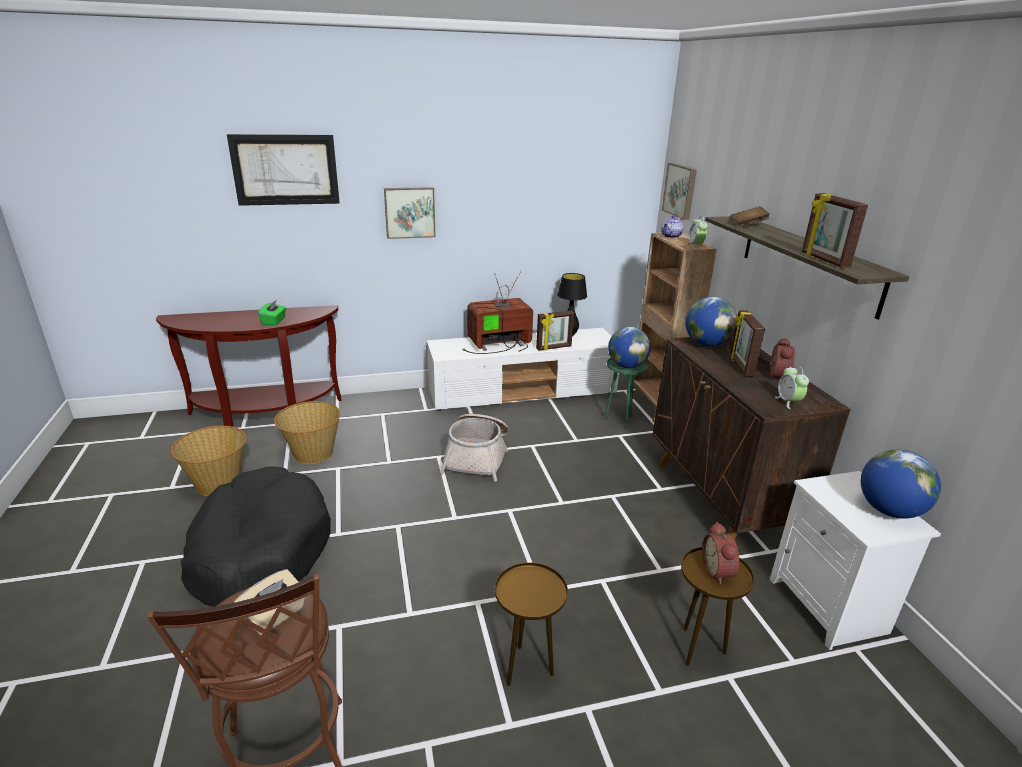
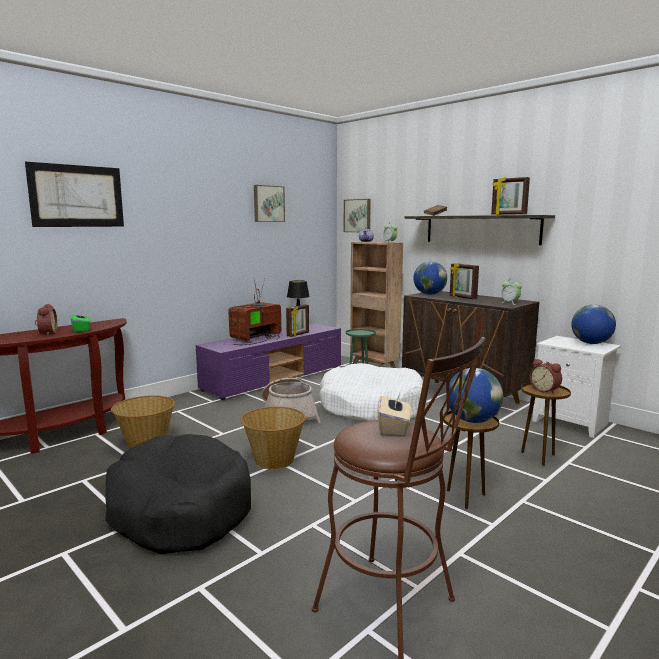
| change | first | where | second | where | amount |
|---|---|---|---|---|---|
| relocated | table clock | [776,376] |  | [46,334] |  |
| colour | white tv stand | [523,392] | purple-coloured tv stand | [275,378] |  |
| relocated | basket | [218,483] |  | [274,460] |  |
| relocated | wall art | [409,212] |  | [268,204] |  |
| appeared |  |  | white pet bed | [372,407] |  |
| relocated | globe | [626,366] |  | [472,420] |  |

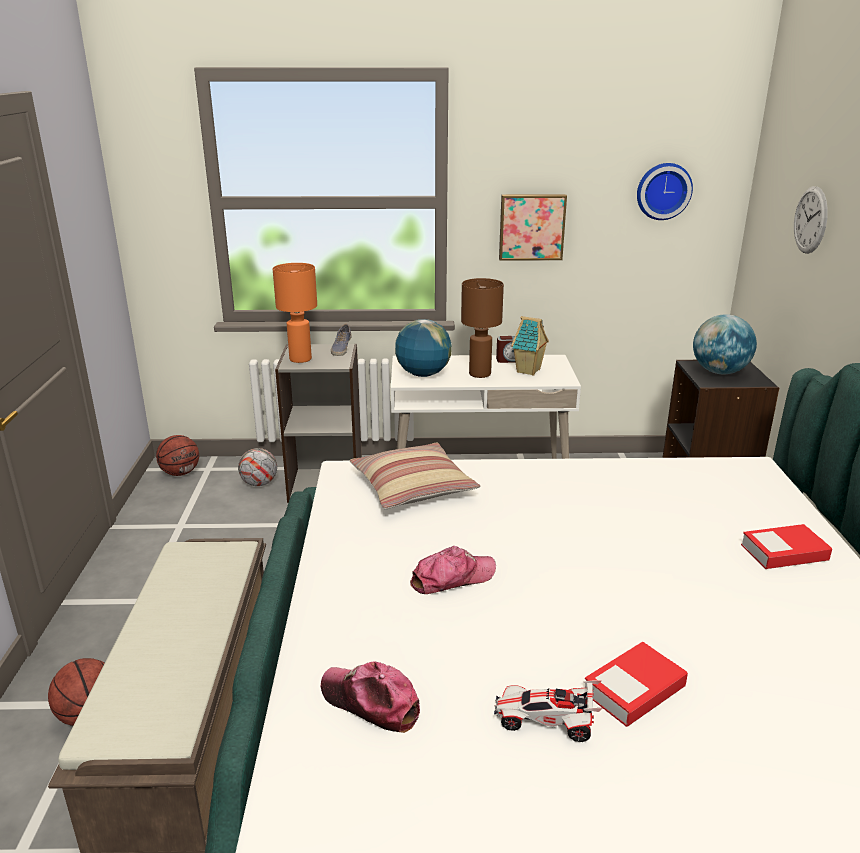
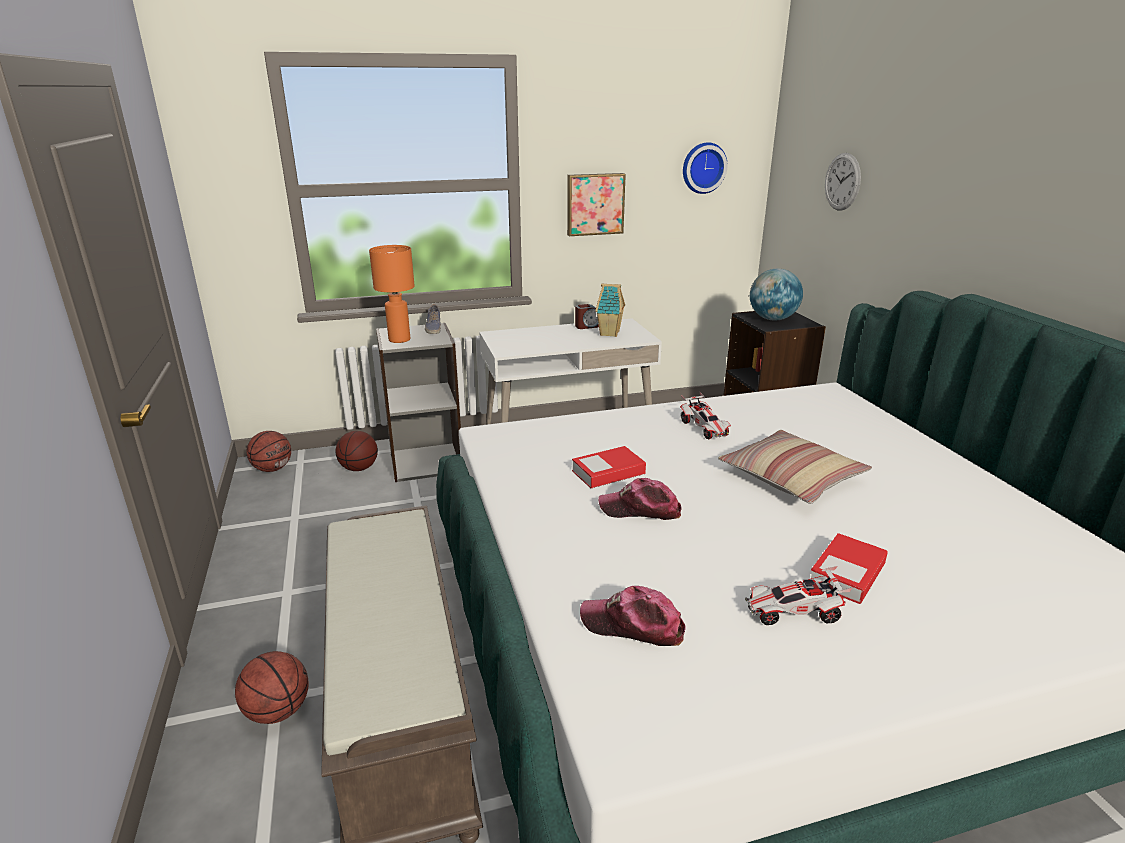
| change | first | where | second | where | amount |
|---|---|---|---|---|---|
| exchanged | ball for football | [259,483] | basketball | [359,468] |  |
| relocated | volume | [784,553] |  | [608,472] |  |
| spun | baseball cap | [452,578] |  | [640,509] | 135 degrees counterclockwise |
| appeared |  |  | model car | [704,428] |  |
| relocated | pillow | [413,487] |  | [791,478] |  |
| missing | globe | [423,374] |  |  |  |
| missing | brown-coloured tabletop lamp | [479,374] |  |  |  |

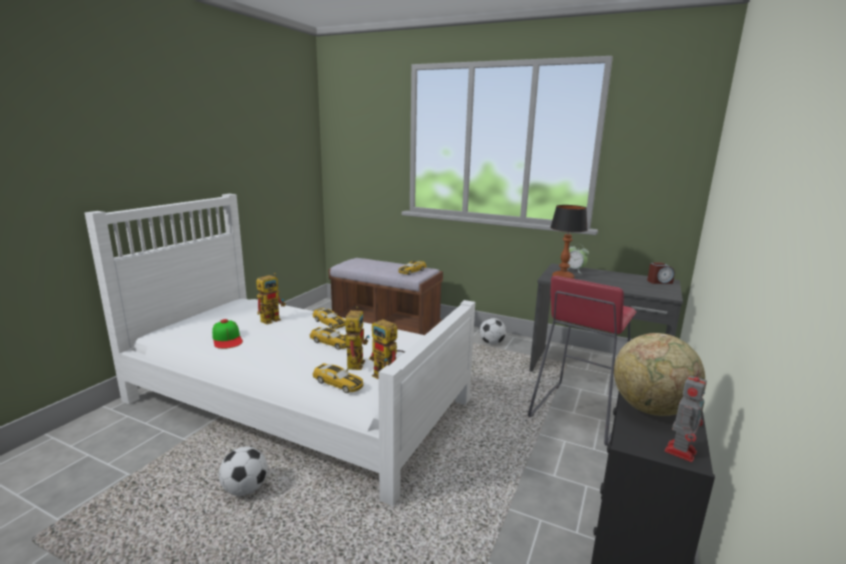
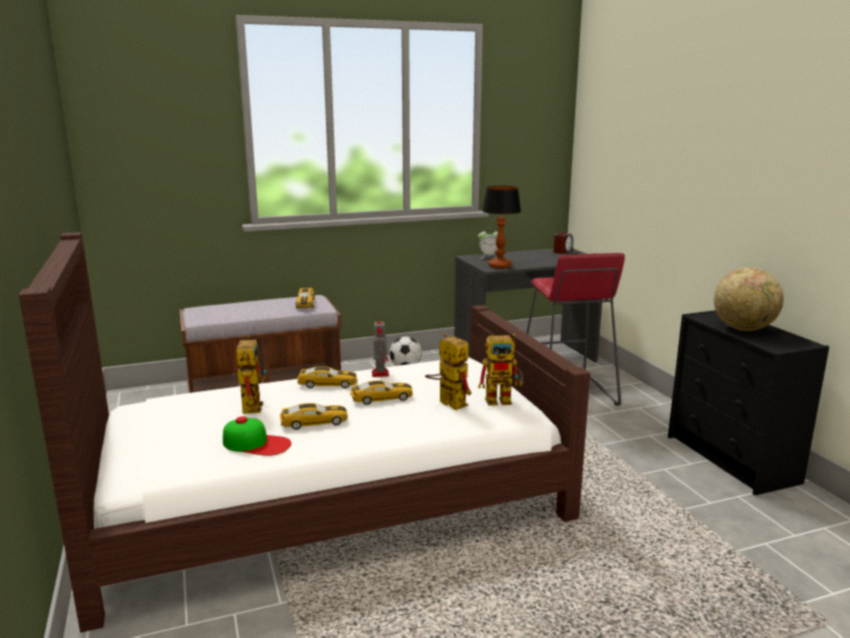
| change | first | where | second | where | amount |
|---|---|---|---|---|---|
| colour | white bedroom bed | [297,400] | brown-coloured bedroom bed | [327,501] |  |
| relocated | model car | [338,383] |  | [314,422] |  |
| relocated | model robot | [680,450] |  | [380,373] |  |
| missing | ball for football | [245,489] |  |  |  |

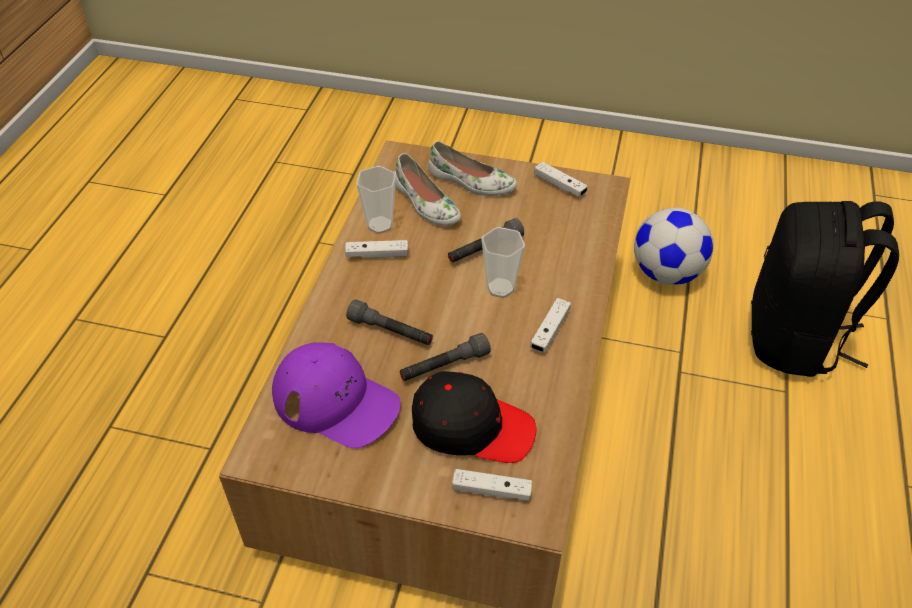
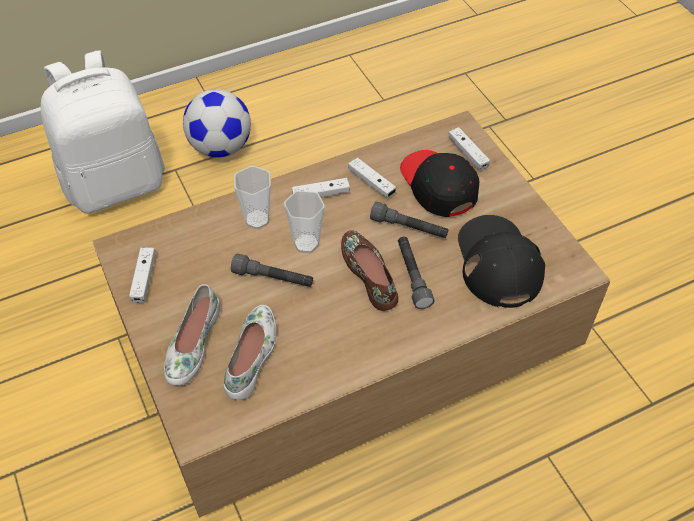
| change | first | where | second | where | amount |
|---|---|---|---|---|---|
| colour | black knapsack | [794,338] | white knapsack | [116,183] |  |
| spun | white item of footwear | [471,182] |  | [192,343] | 150 degrees counterclockwise |
| relocated | ball for football | [666,273] |  | [220,147] |  |
| relocated | small cup | [380,225] |  | [257,219] |  |
| appeared |  |  | brown-coloured item of footwear | [370,274] |  |
| relocated | white game controller | [377,255] |  | [371,183] |  |
| colour | purple-coloured baseball cap | [336,401] | black baseball cap | [498,262] |  |

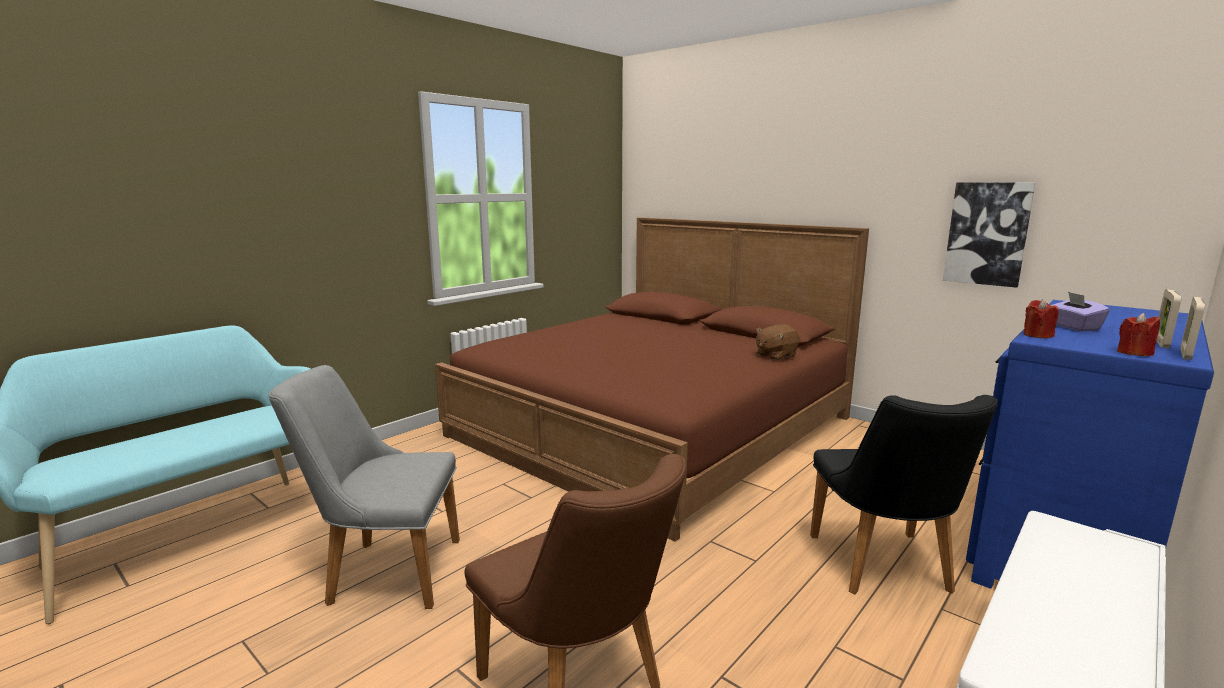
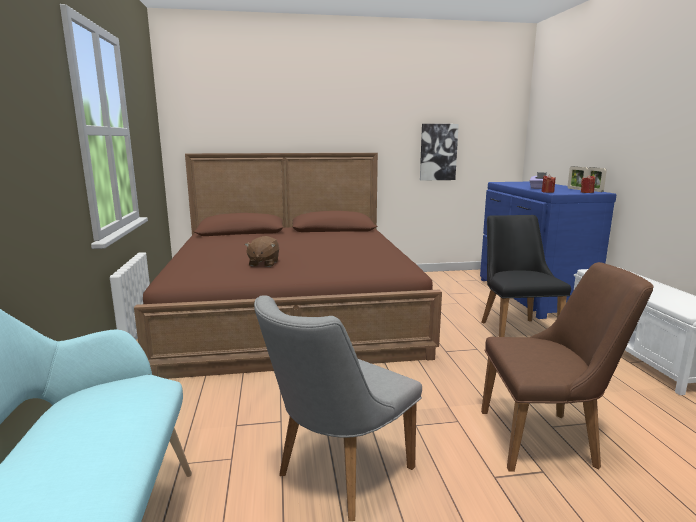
| change | first | where | second | where | amount |
|---|---|---|---|---|---|
| relocated | brown-coloured plush toy | [775,355] |  | [263,263] |  |
| spun | black chair | [885,570] |  | [514,328] | 135 degrees counterclockwise |

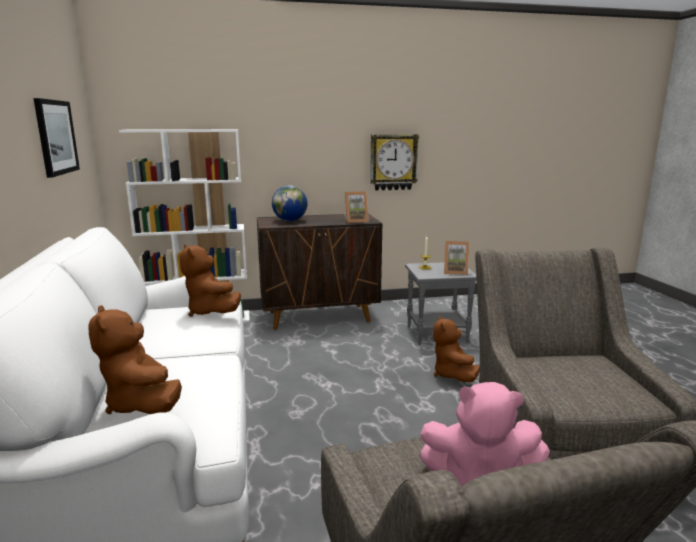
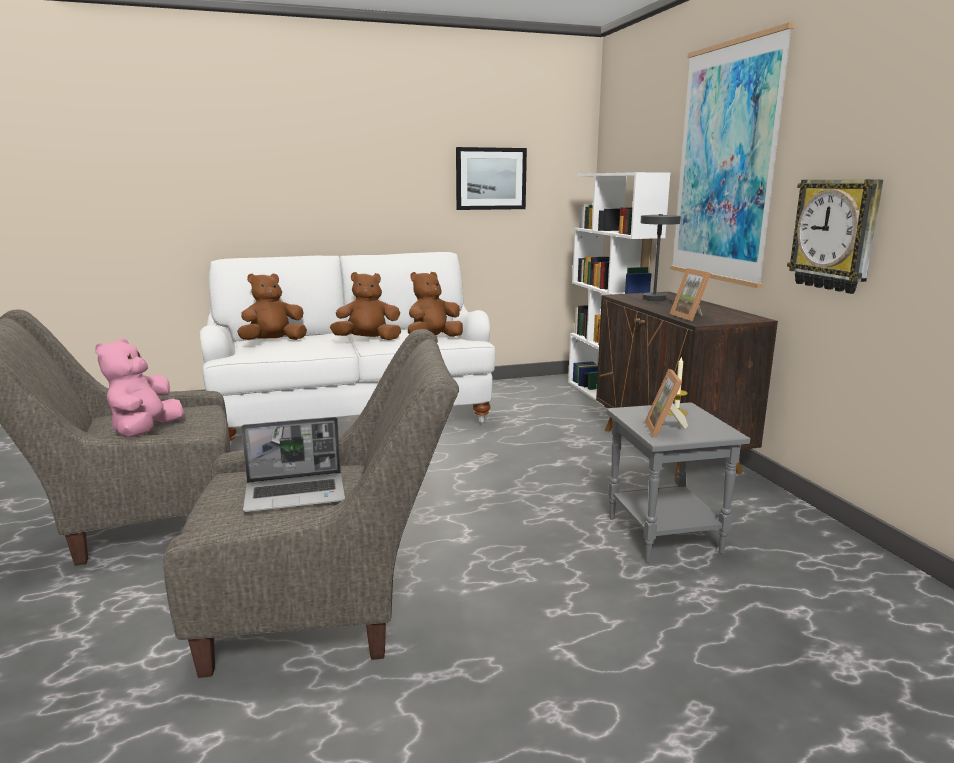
| change | first | where | second | where | amount |
|---|---|---|---|---|---|
| appeared |  |  | laptop | [296,494] |  |
| relocated | brown-coloured plush toy | [452,375] |  | [368,340] |  |
| exchanged | globe | [290,220] | grey tabletop lamp | [658,299] |  |
| appeared |  |  | wall art | [725,164] |  |

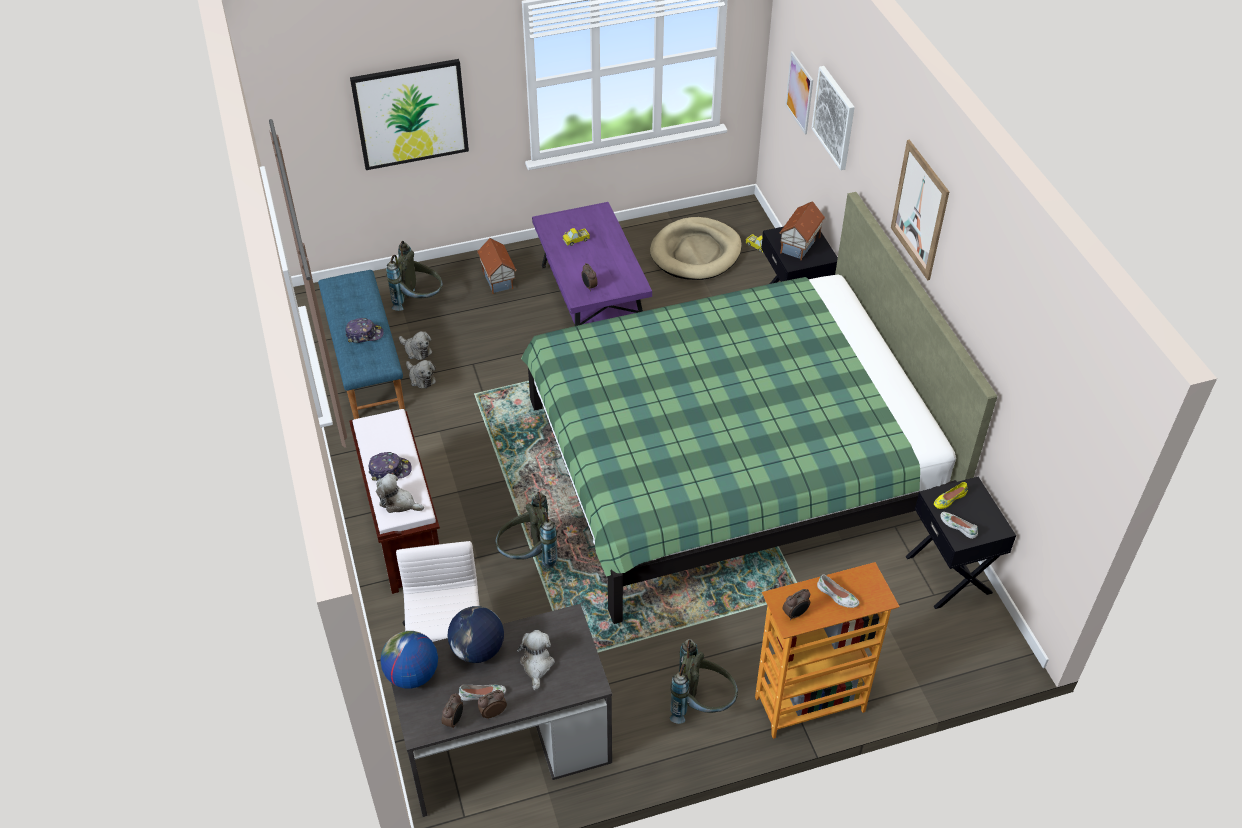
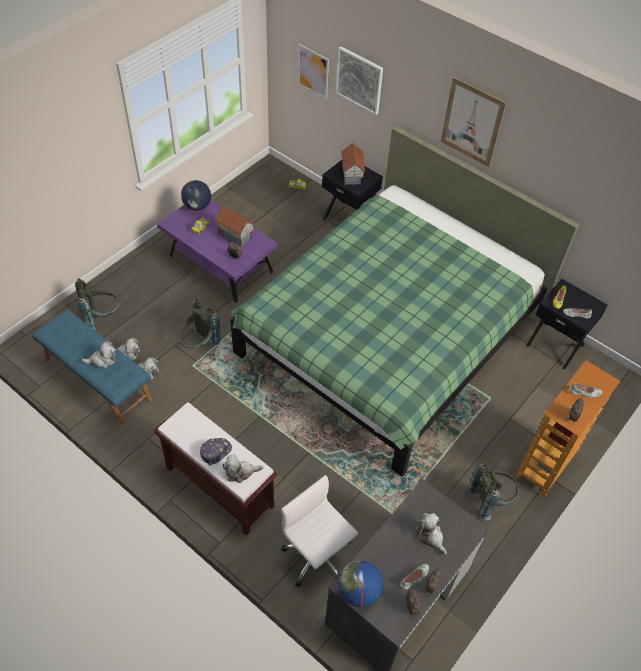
| change | first | where | second | where | amount |
|---|---|---|---|---|---|
| exchanged | baseball cap | [364,334] | plush toy | [102,360] |  |
| relocated | grey knapsack | [528,556] |  | [199,344] |  |
| relocated | globe | [478,650] |  | [197,206] |  |
| relocated | toy house | [499,279] |  | [236,235] |  |
| missing | wall art | [410,114] |  |  |  |
| missing | beige pet bed | [696,252] |  |  |  |

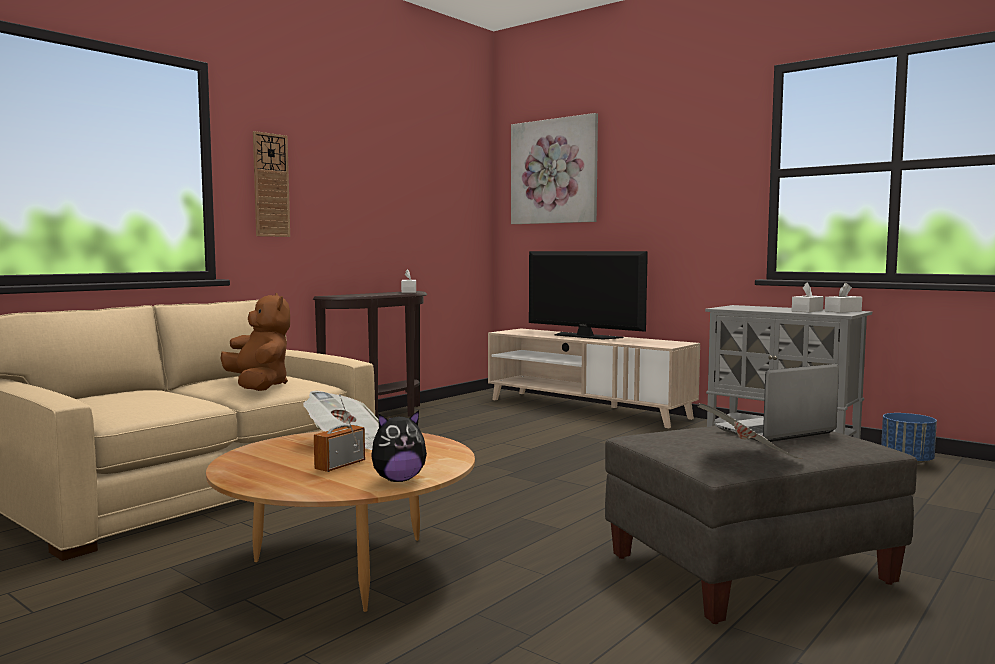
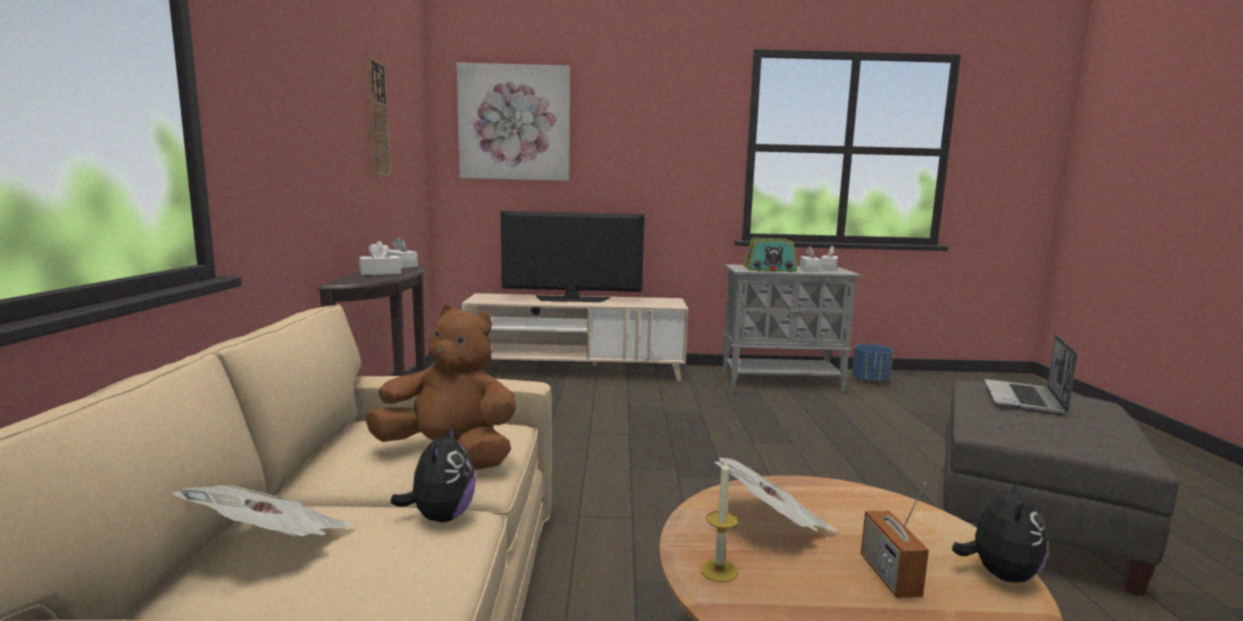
| change | first | where | second | where | amount |
|---|---|---|---|---|---|
| relocated | printed paper | [748,458] |  | [273,545] |  |
| appeared |  |  | white tissue holder | [380,273] |  |
| relocated | clock on the wall | [271,185] |  | [377,119] |  |
| appeared |  |  | plush toy | [441,517] |  |
| appeared |  |  | candle | [719,571] |  |
| appeared |  |  | radio set | [770,269] |  |

